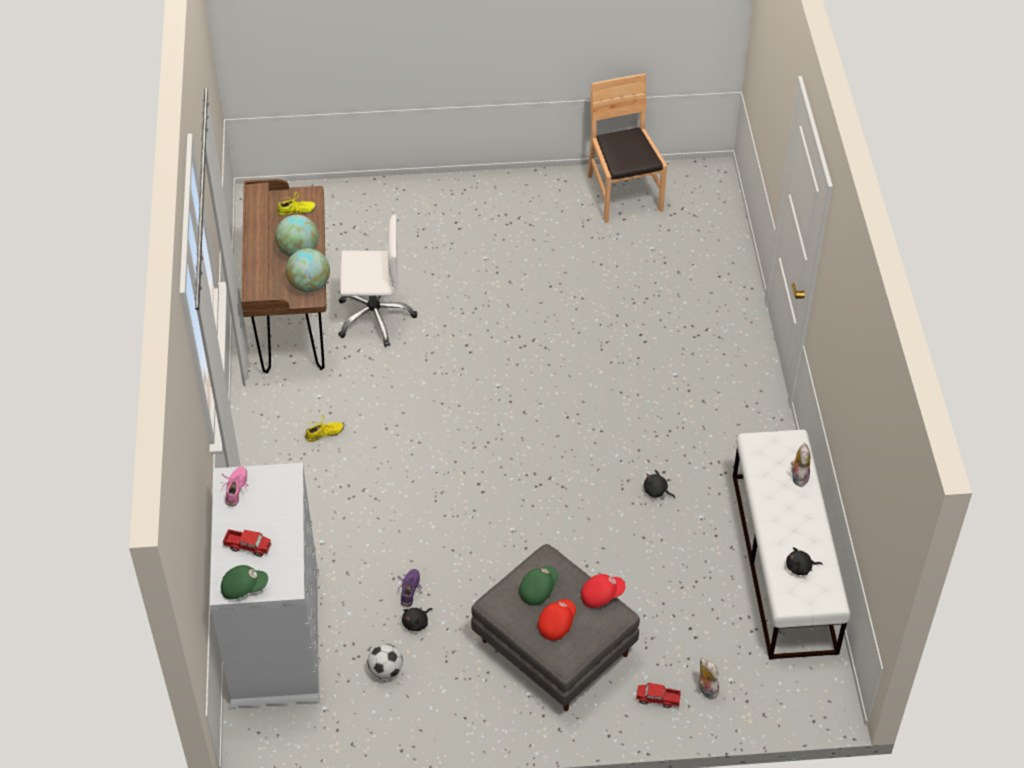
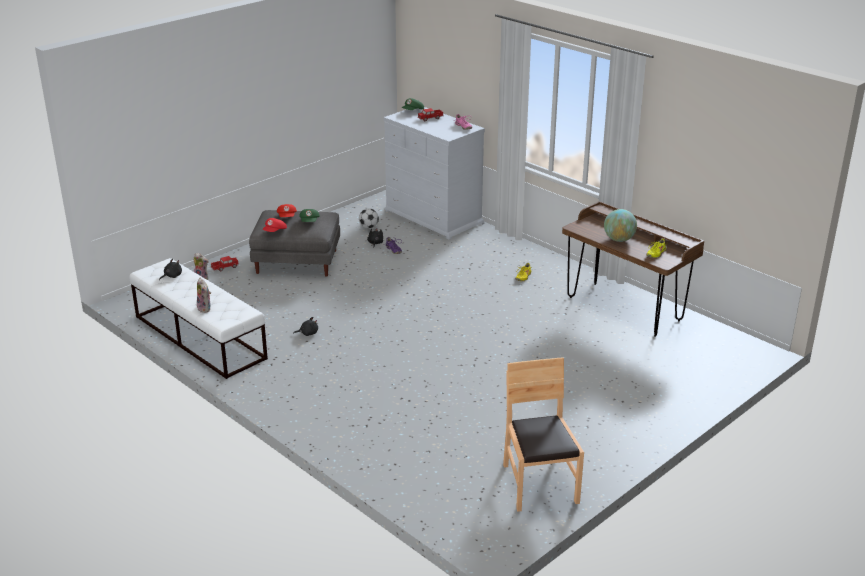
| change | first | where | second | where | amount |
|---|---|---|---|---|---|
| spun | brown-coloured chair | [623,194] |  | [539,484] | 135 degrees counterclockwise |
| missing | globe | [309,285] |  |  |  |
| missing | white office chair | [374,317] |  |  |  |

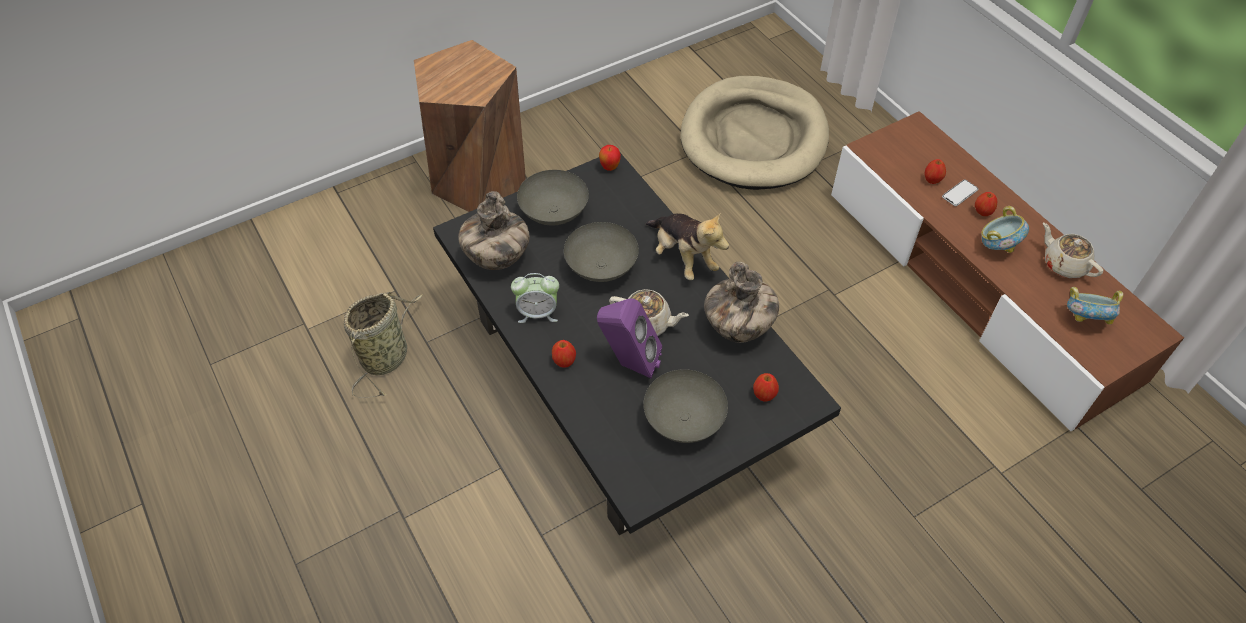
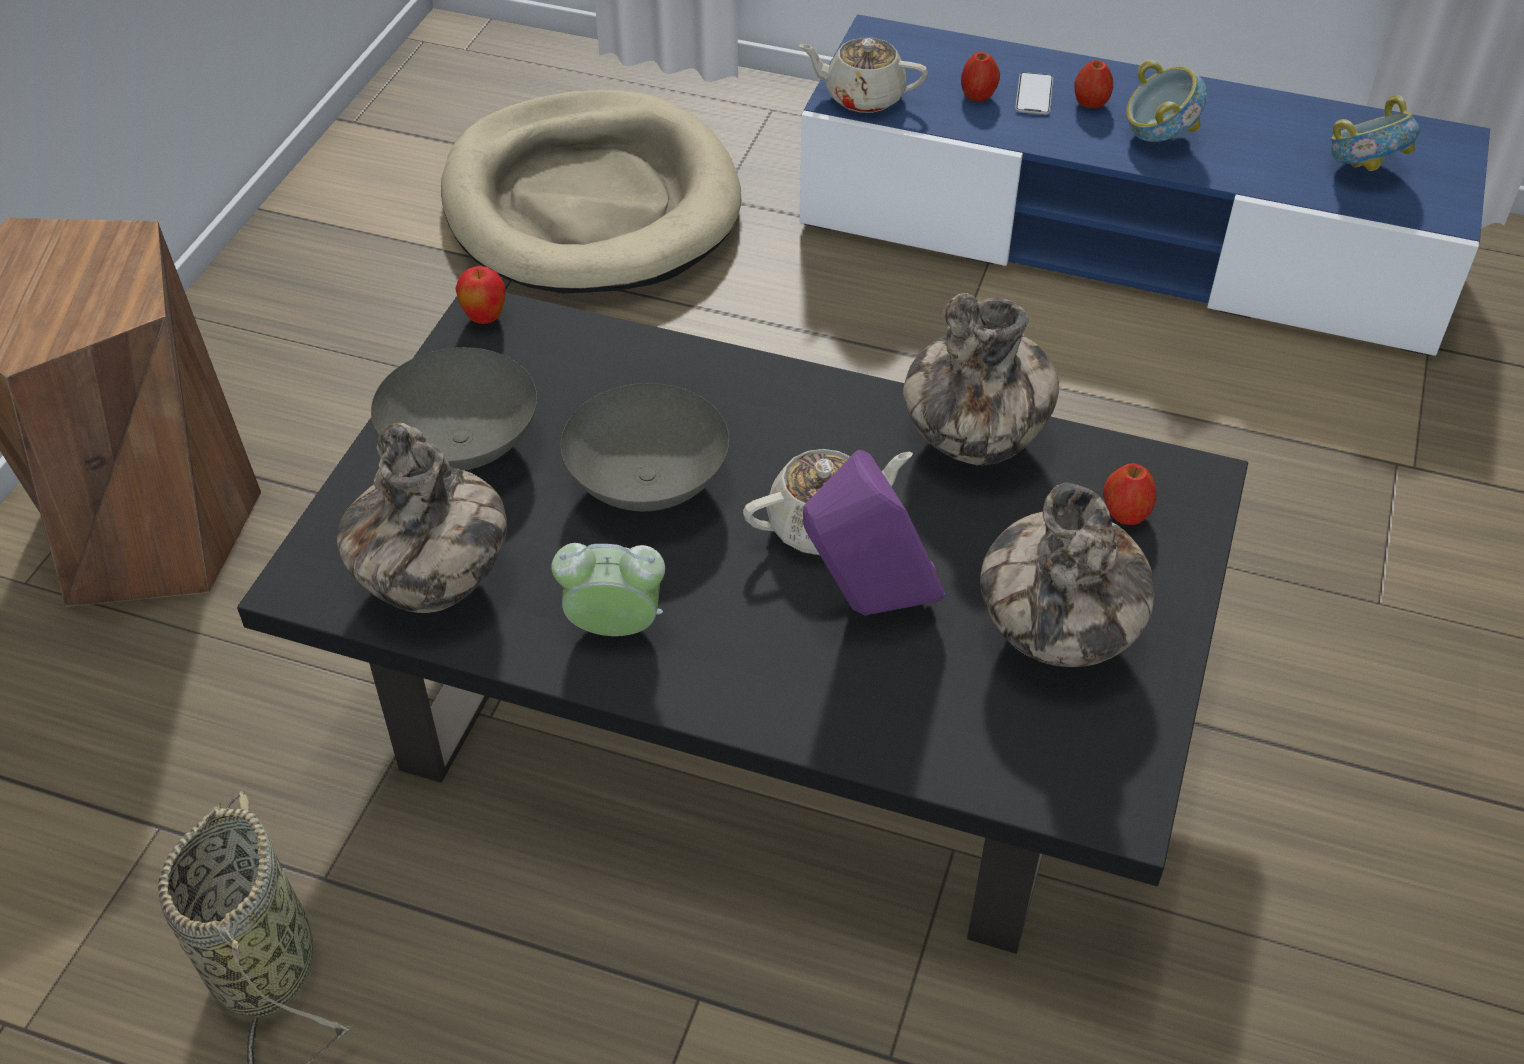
| change | first | where | second | where | amount |
|---|---|---|---|---|---|
| spun | table clock | [538,313] |  | [615,628] | 135 degrees counterclockwise |
| colour | brown-coloured tv stand | [977,284] | blue-coloured tv stand | [1121,237] |  |
| relocated | beige pot for tea | [1064,264] |  | [863,97] |  |
| exchanged | grey serving bowl | [685,421] | decorative vase | [1056,635] |  |
| missing | apple fruit | [564,361] |  |  |  |
| missing | plush toy | [683,257] |  |  |  |

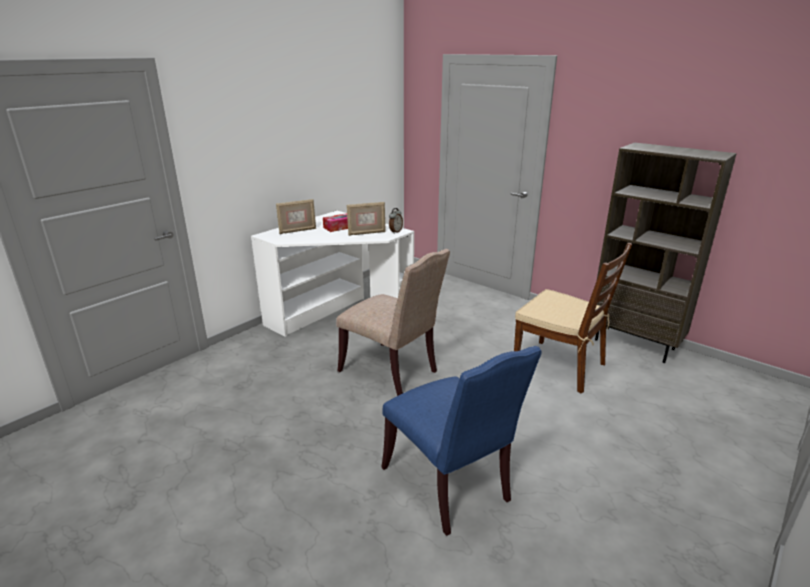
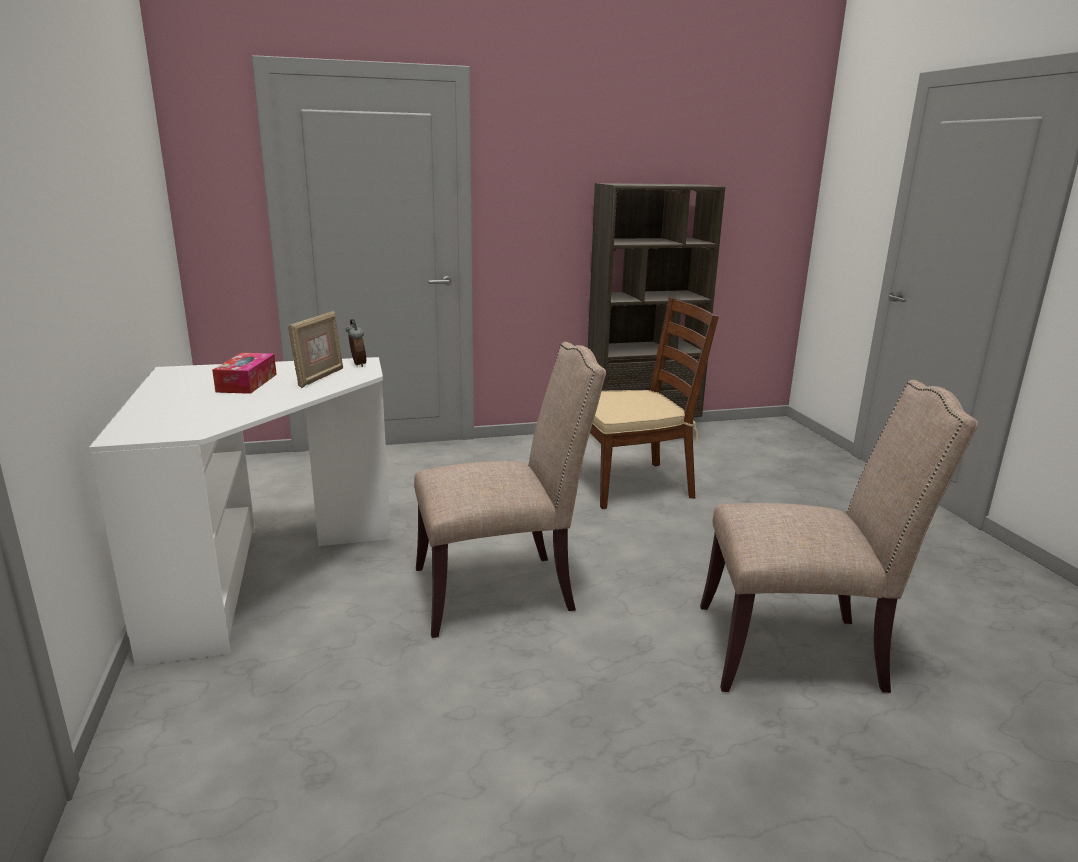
| change | first | where | second | where | amount |
|---|---|---|---|---|---|
| colour | blue-coloured chair | [450,486] | beige chair | [798,650] |  |
| missing | photo frame | [297,231] |  |  |  |

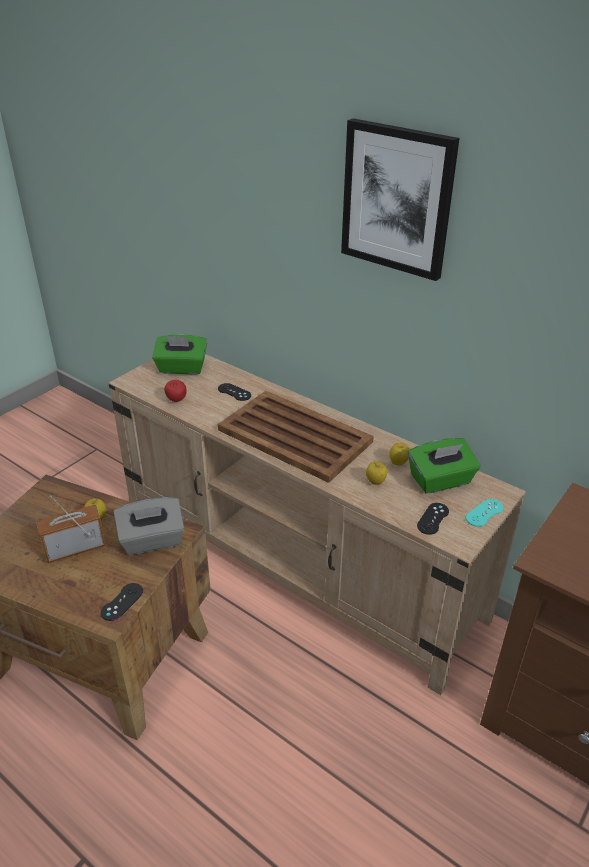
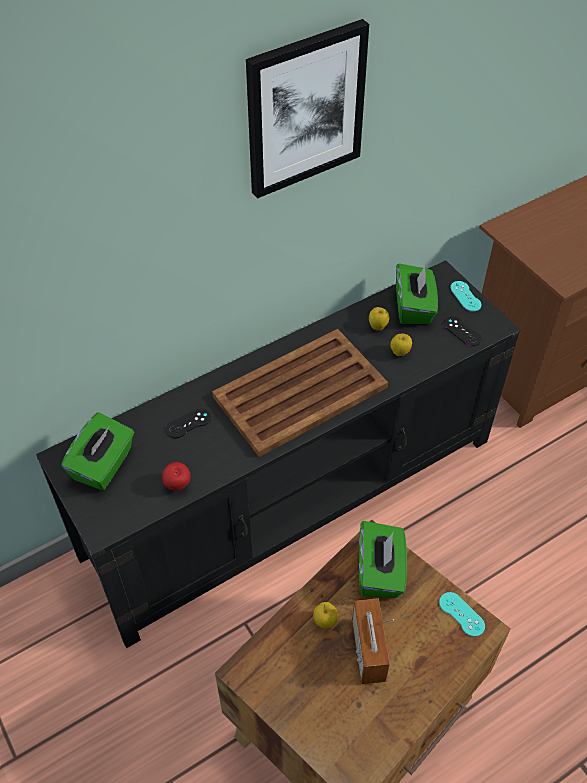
| change | first | where | second | where | amount |
|---|---|---|---|---|---|
| colour | beige tv stand | [296,559] | black tv stand | [293,496] |  |
| colour | grey tissue holder | [152,541] | green tissue holder | [380,572] |  |
| colour | black game controller | [122,602] | turquoise game controller | [461,614] |  |

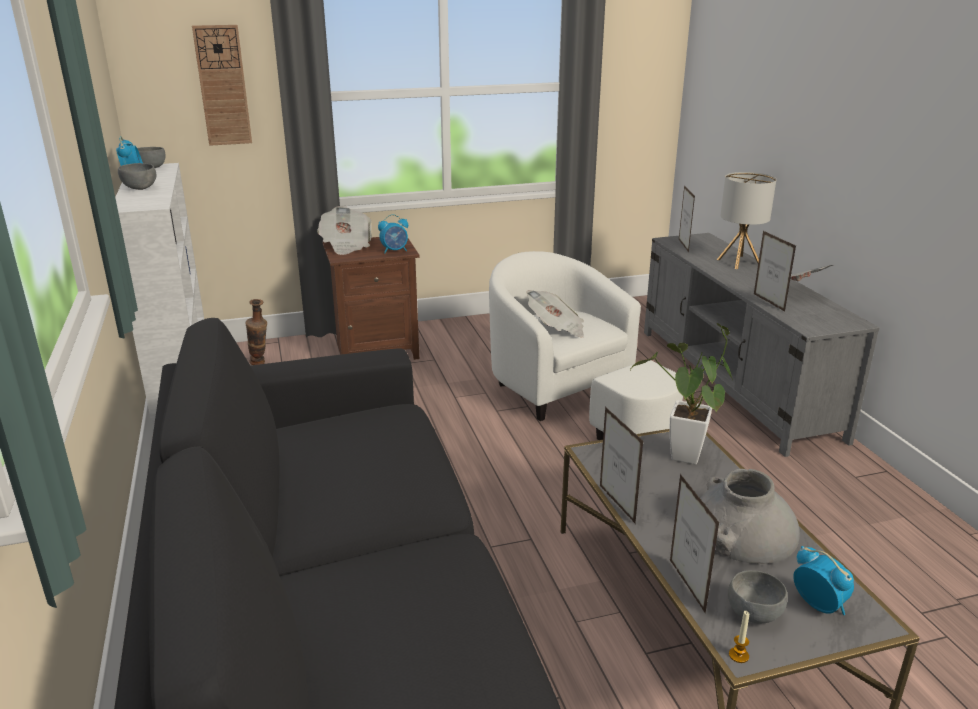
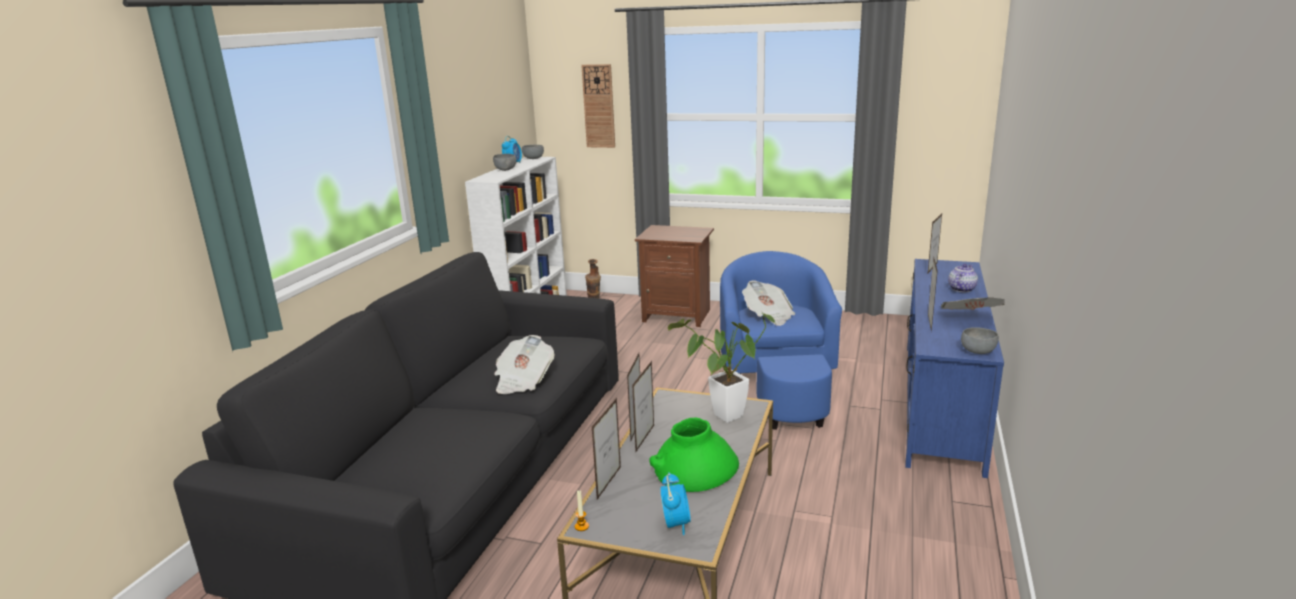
| change | first | where | second | where | amount |
|---|---|---|---|---|---|
| relocated | printed paper | [346,245] |  | [523,381] |  |
| appeared |  |  | photo frame | [645,438] |  |
| colour | grey decorative vase | [742,530] | green decorative vase | [695,469] |  |
| colour | white armchair | [572,399] | blue-coloured armchair | [778,380] |  |
| colour | grey tv stand | [735,382] | blue-coloured tv stand | [940,402] |  |
| exchanged | tabletop lamp | [738,262] | pot for tea | [961,289] |  |
| relocated | grey serving bowl | [753,613] |  | [977,352] |  |
| missing | table clock | [395,251] |  |  |  |

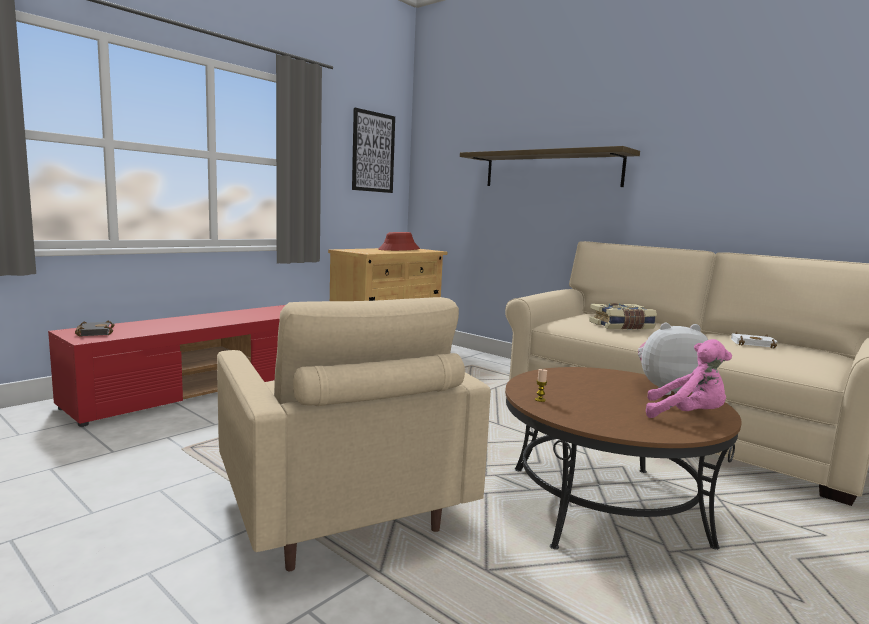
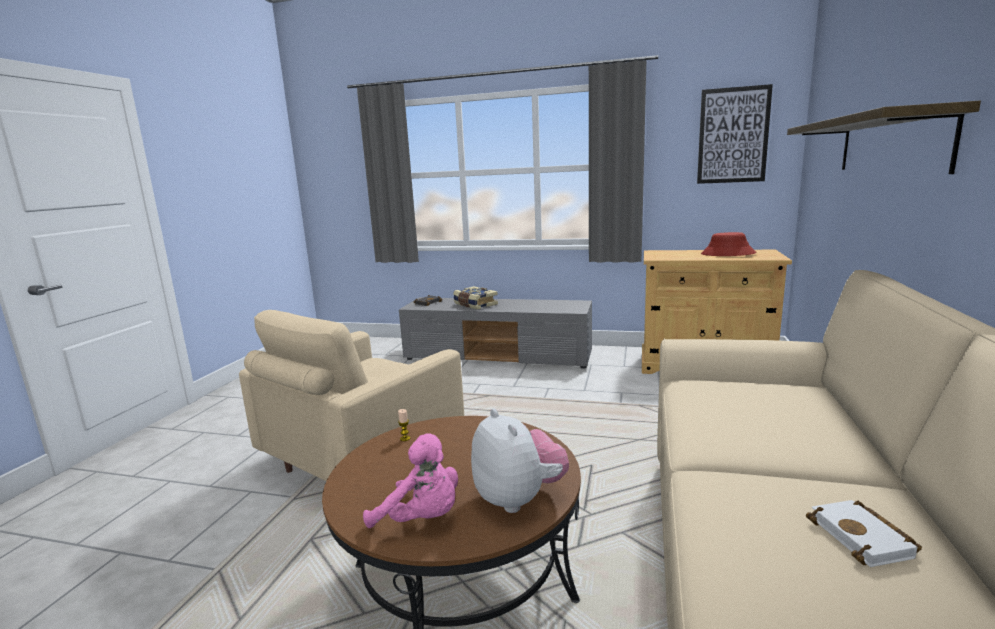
| change | first | where | second | where | amount |
|---|---|---|---|---|---|
| spun | pink-coloured plush toy | [687,416] |  | [421,519] | 60 degrees counterclockwise |
| colour | red tv stand | [204,388] | grey tv stand | [499,356] |  |
| relocated | volume | [622,326] |  | [474,305] |  |

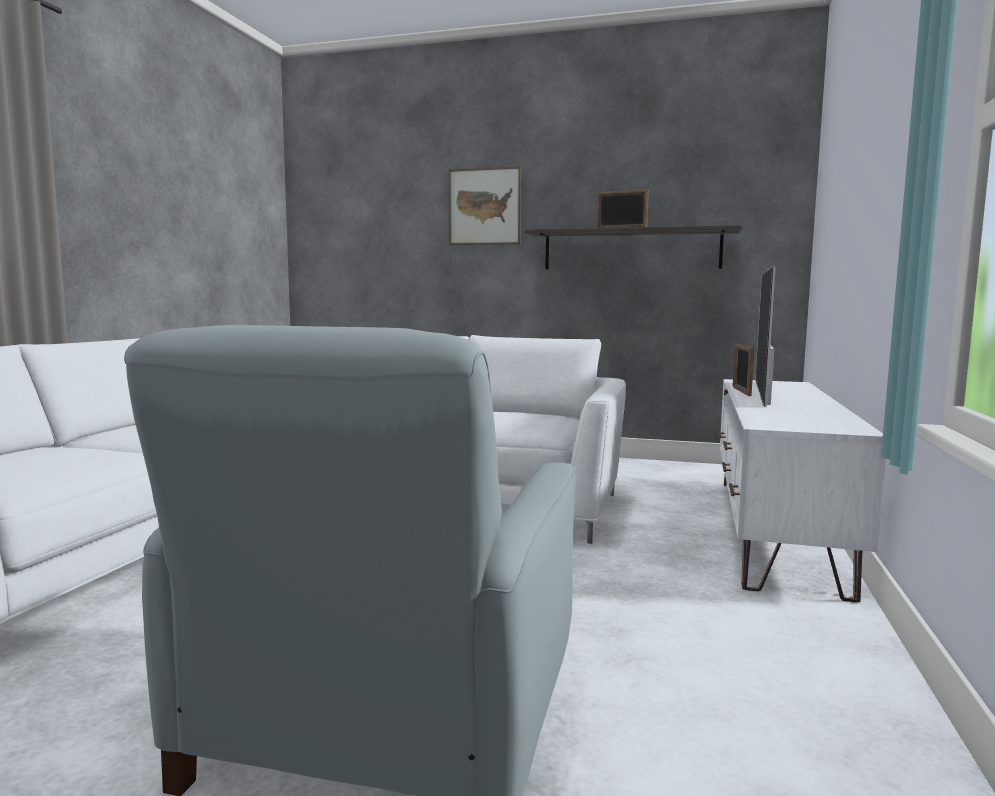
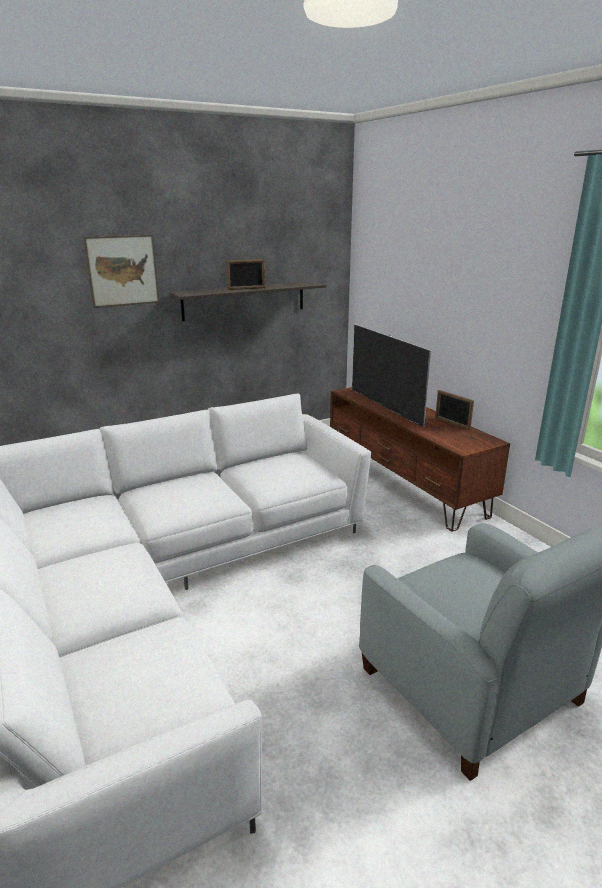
| change | first | where | second | where | amount |
|---|---|---|---|---|---|
| colour | white tv stand | [775,529] | brown-coloured tv stand | [404,483] |  |
| relocated | photo frame | [741,391] |  | [452,423] |  |

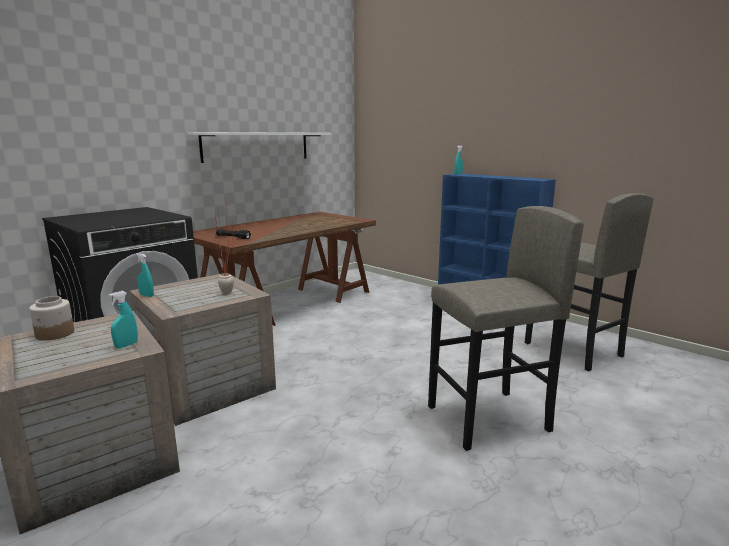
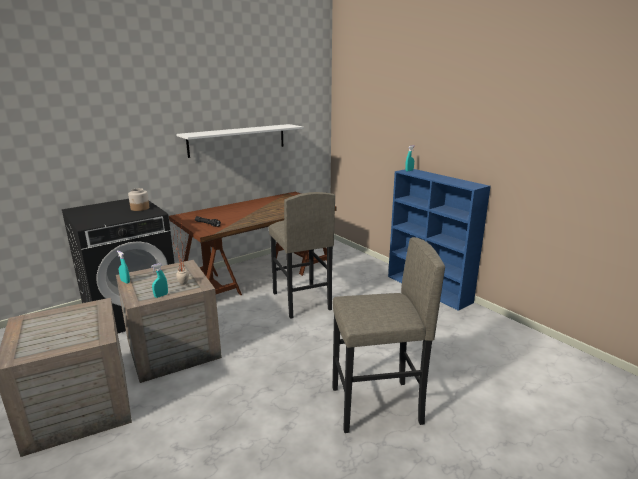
| change | first | where | second | where | amount |
|---|---|---|---|---|---|
| relocated | jar | [55,334] |  | [140,208] |  |
| relocated | turquoise sprayer | [126,345] |  | [161,295] |  |
| relocated | grey sitting stool | [572,350] |  | [301,301] |  |

